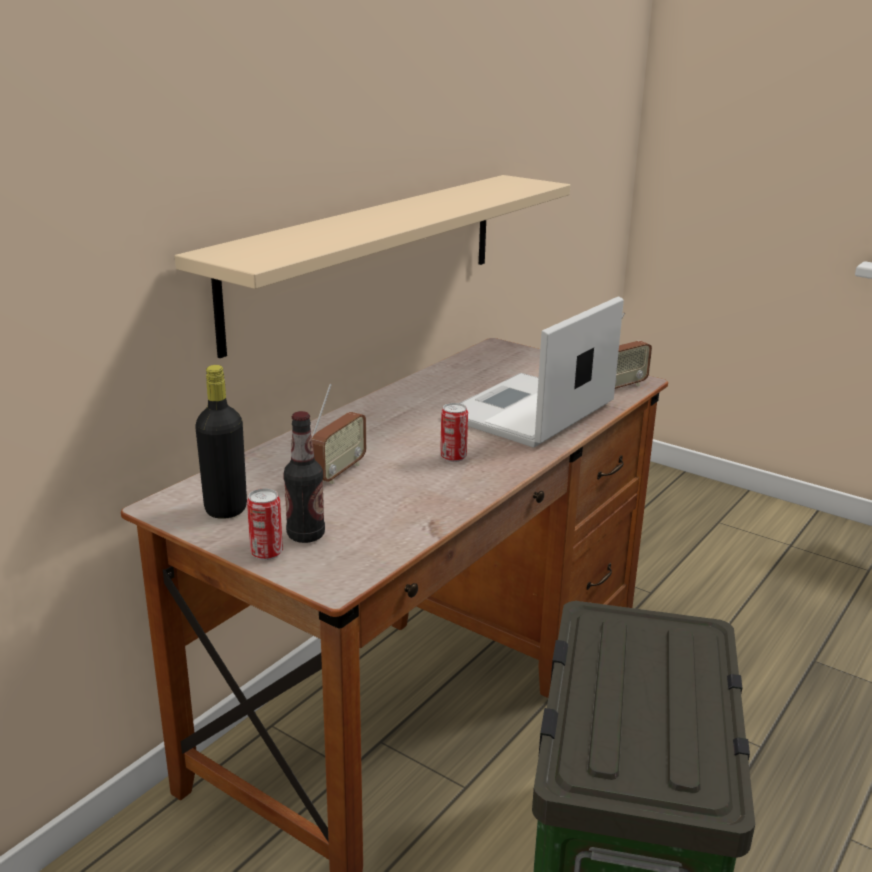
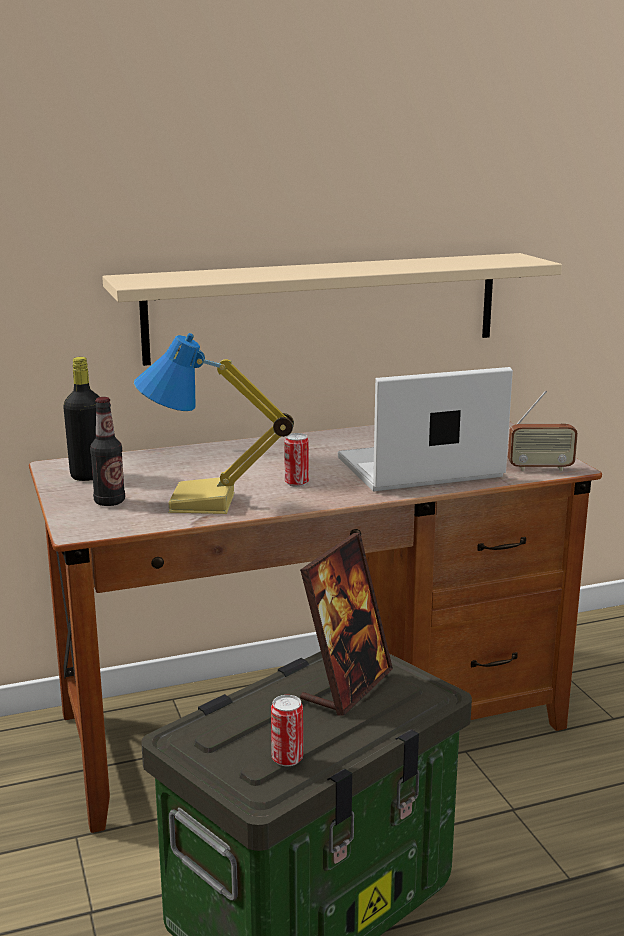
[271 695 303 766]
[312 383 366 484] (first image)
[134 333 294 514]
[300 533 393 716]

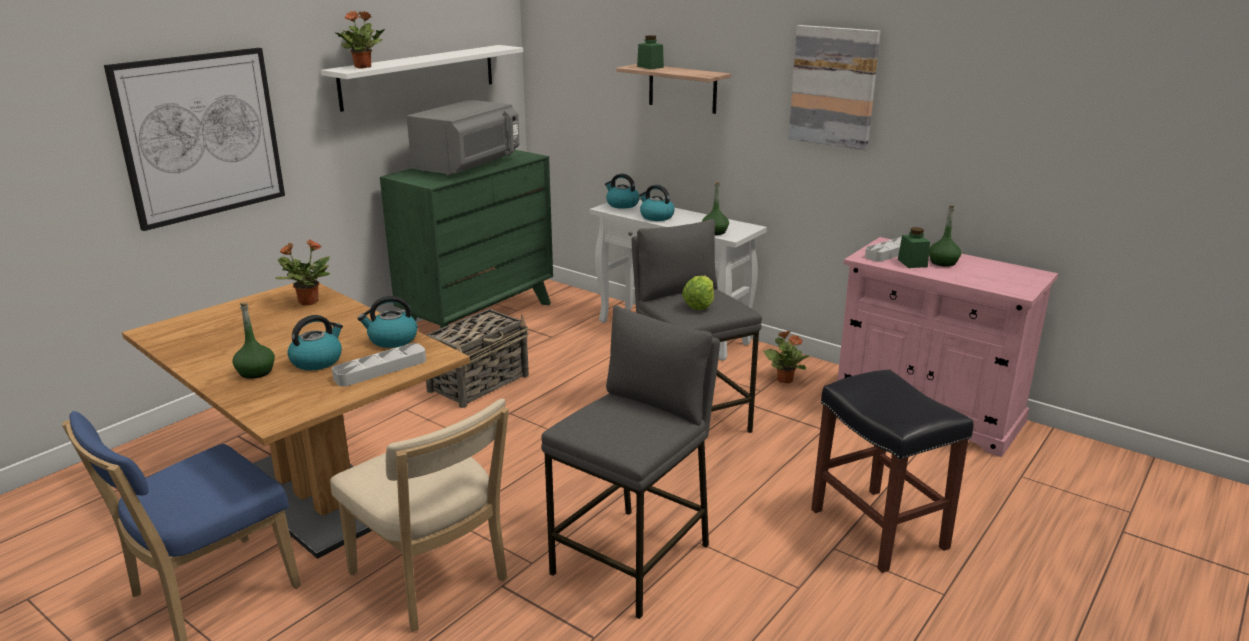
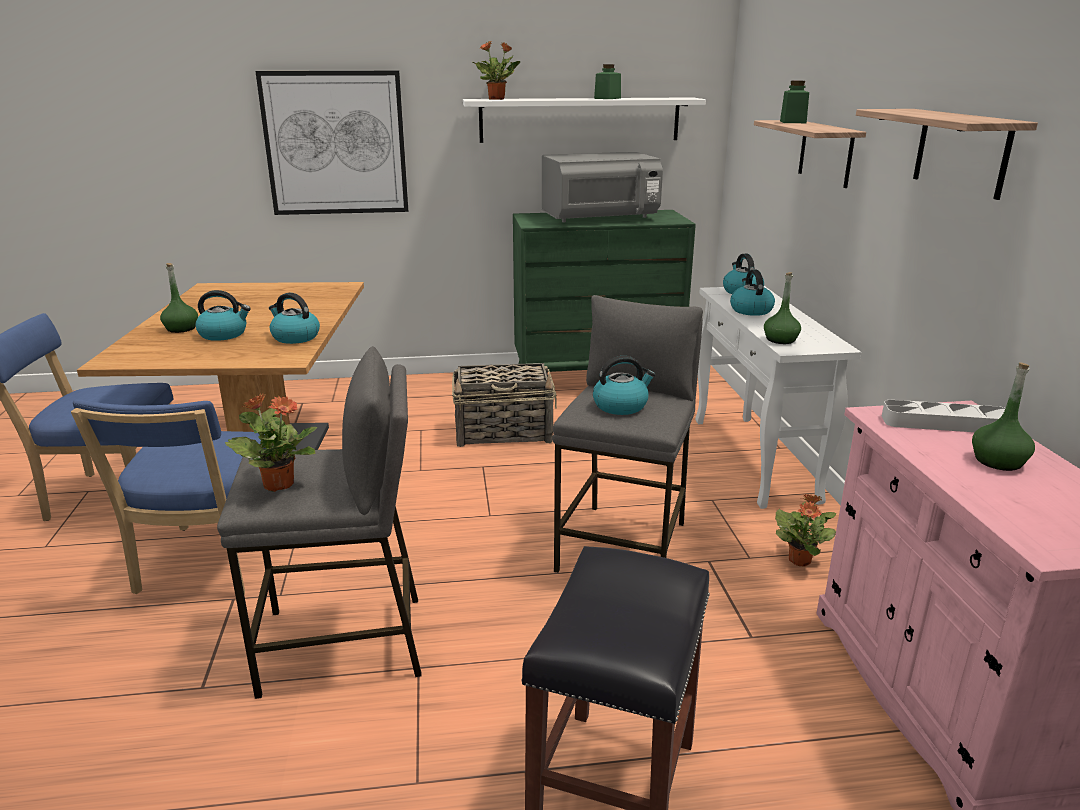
[225 393 317 492]
[71 399 266 595]
[332 343 426 387] (first image)
[593 356 655 415]
[856 109 1038 200]
[594 64 621 99]

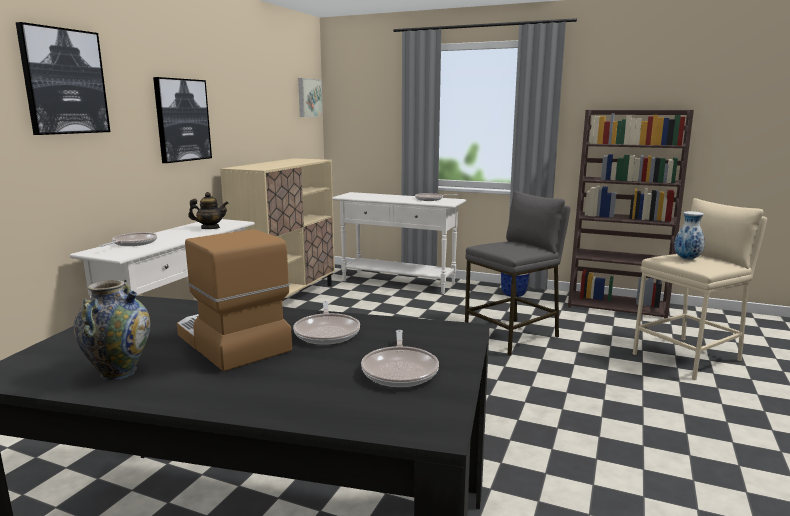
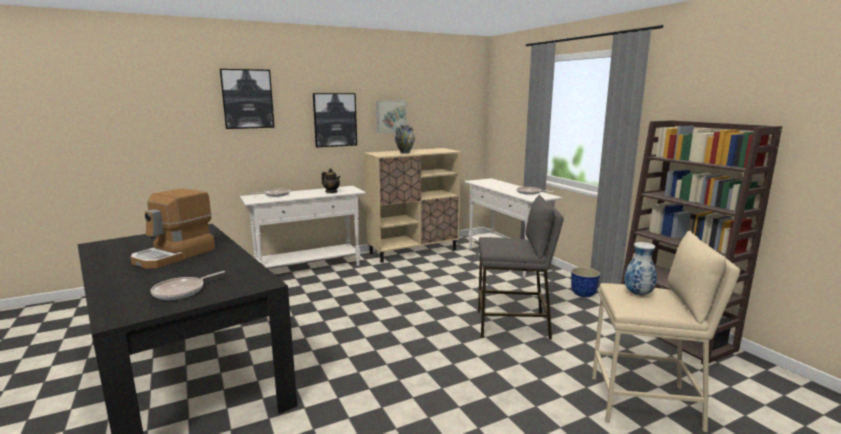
[395 125 415 154]
[131 188 215 269]
[293 301 360 345] (first image)
[376 101 407 133]

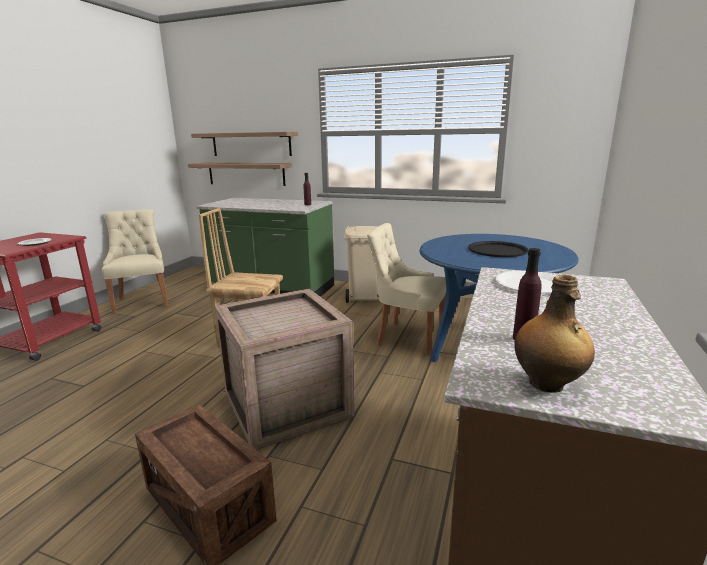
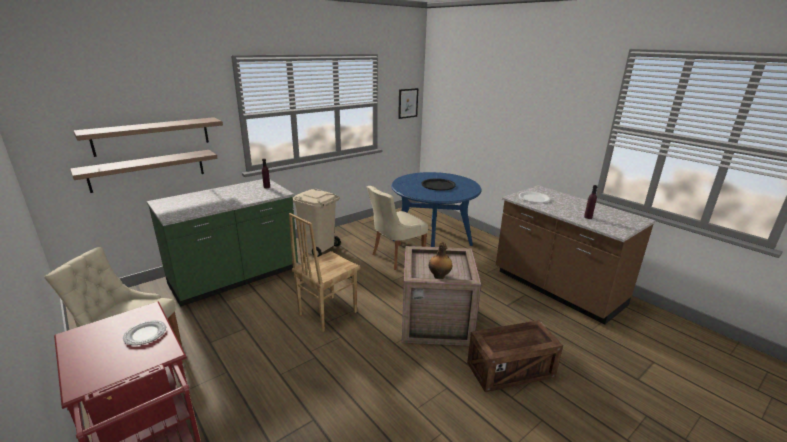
[429 242 452 279]
[398 88 418 119]

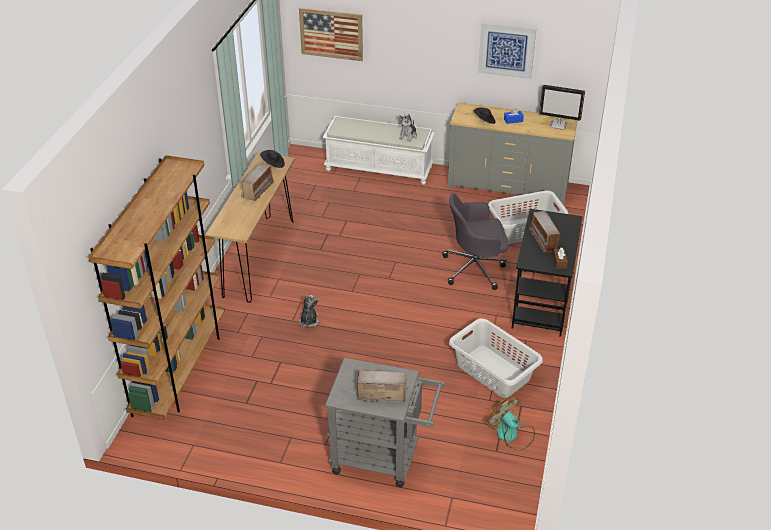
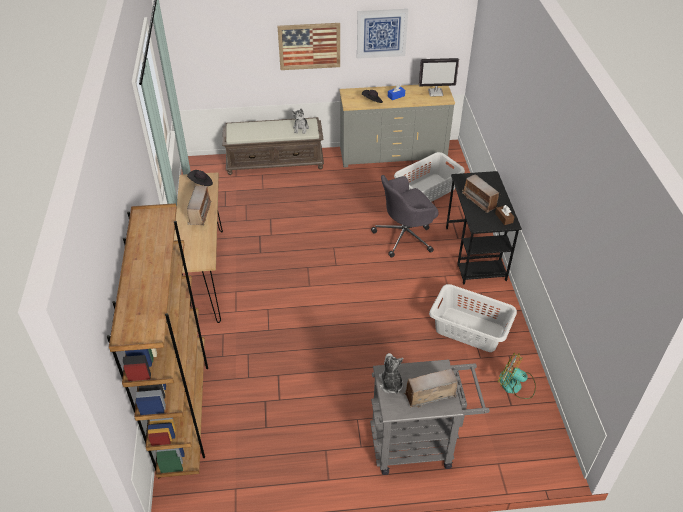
[278 23 340 70]
[379 353 403 394]
[222 117 324 175]

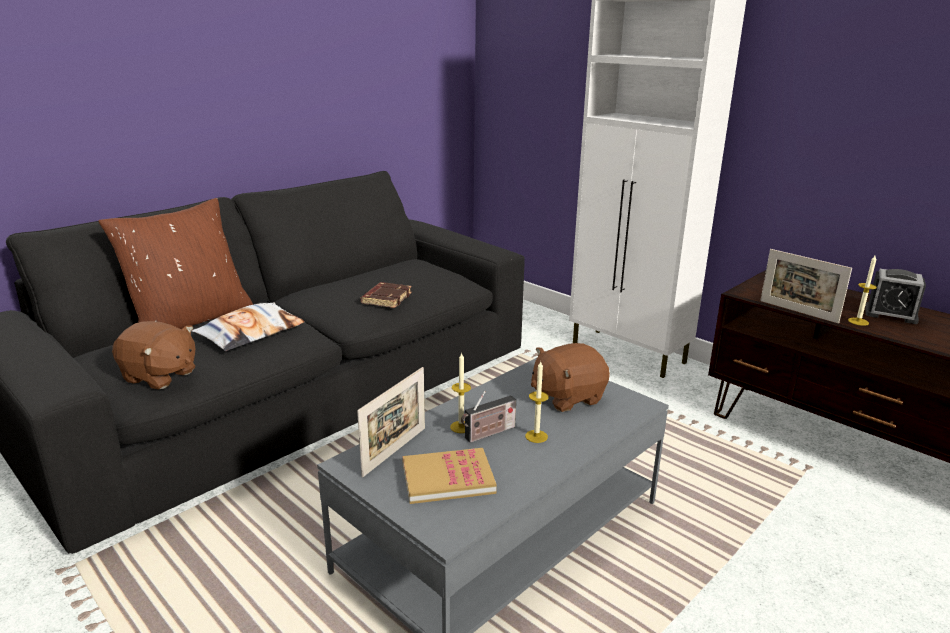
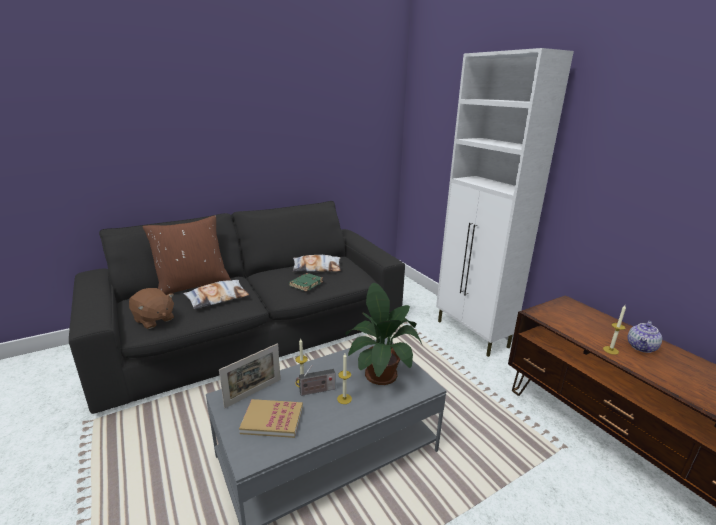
[289 273 323 292]
[346 283 422 385]
[760 249 852 323] (first image)
[627 321 662 353]
[293 255 341 272]

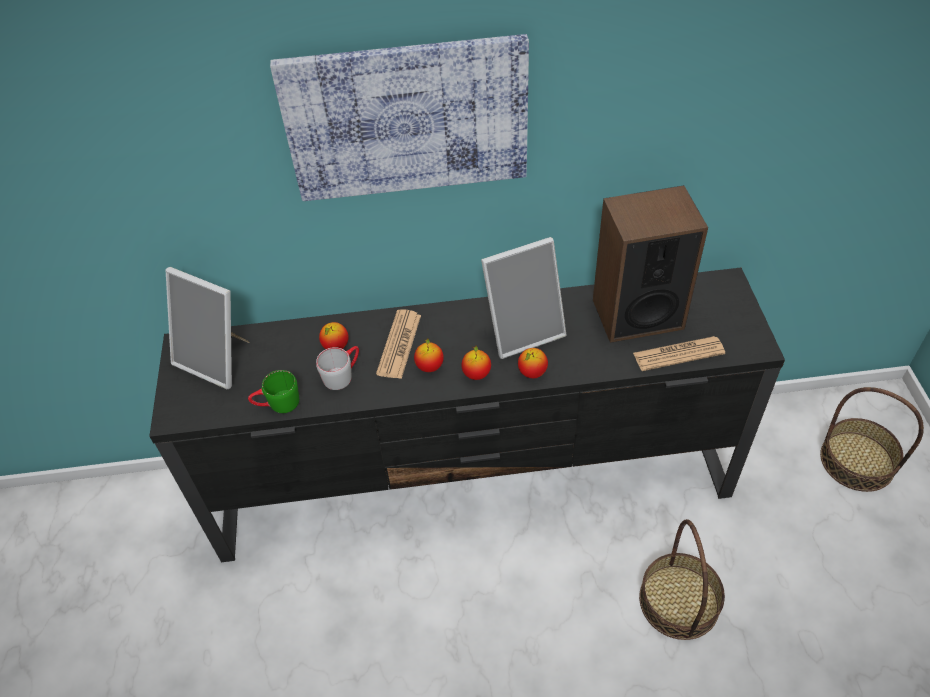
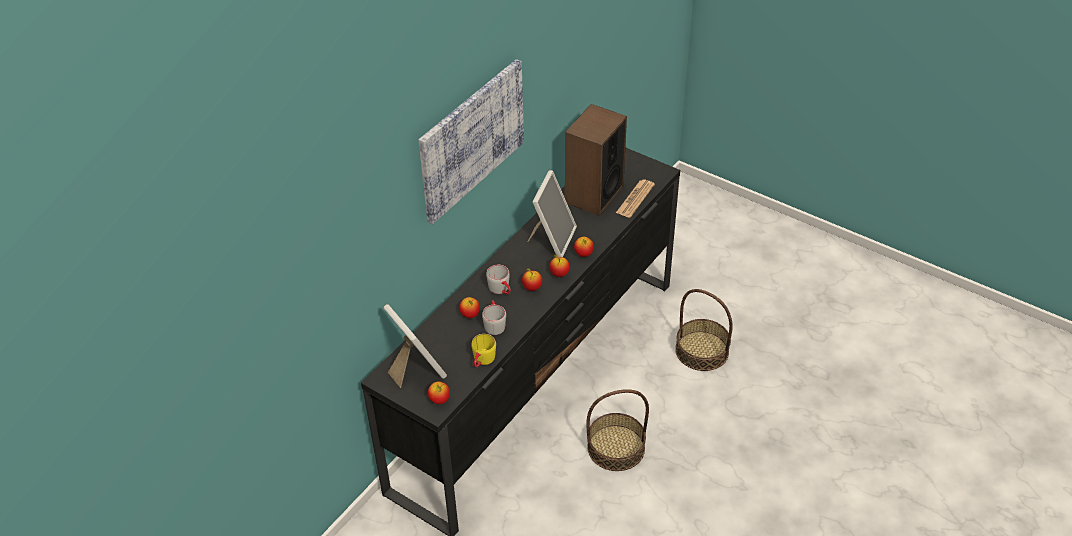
[384 304 447 388]
[471 334 496 367]
[486 265 511 294]
[586 389 649 471]
[428 381 450 404]

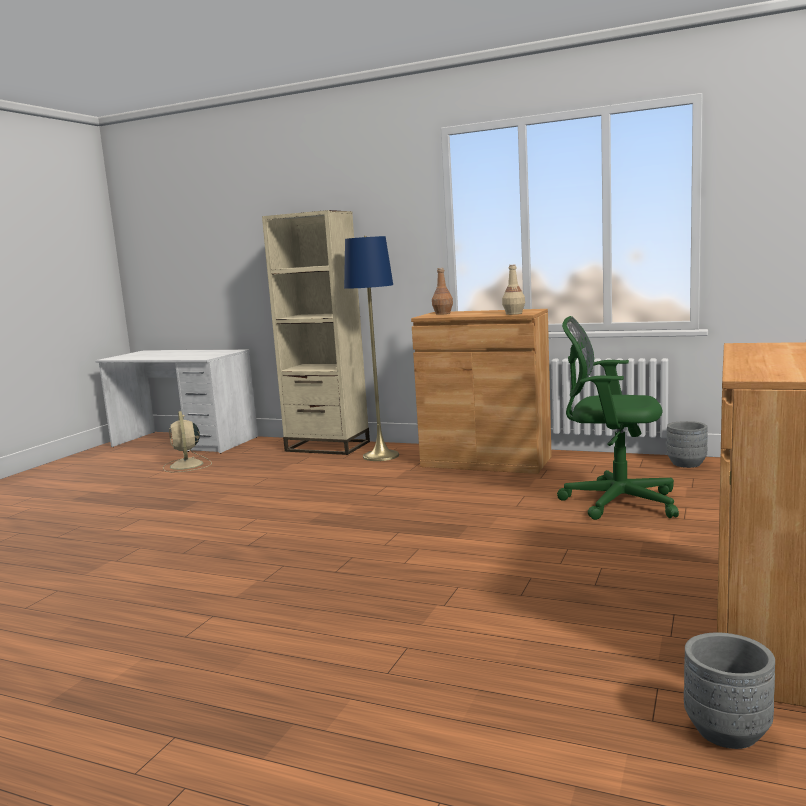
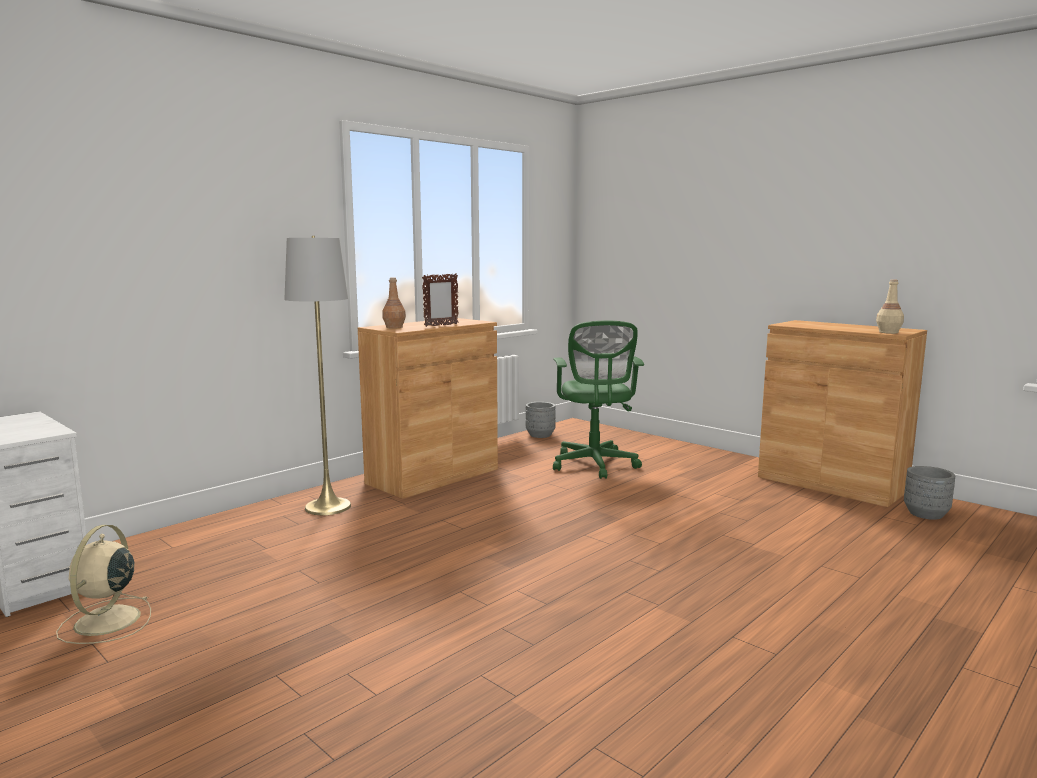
[56 525 151 644]
[262 210 370 455] (first image)
[284 236 351 515]
[876 280 904 334]
[553 320 644 479]
[422 273 458 327]

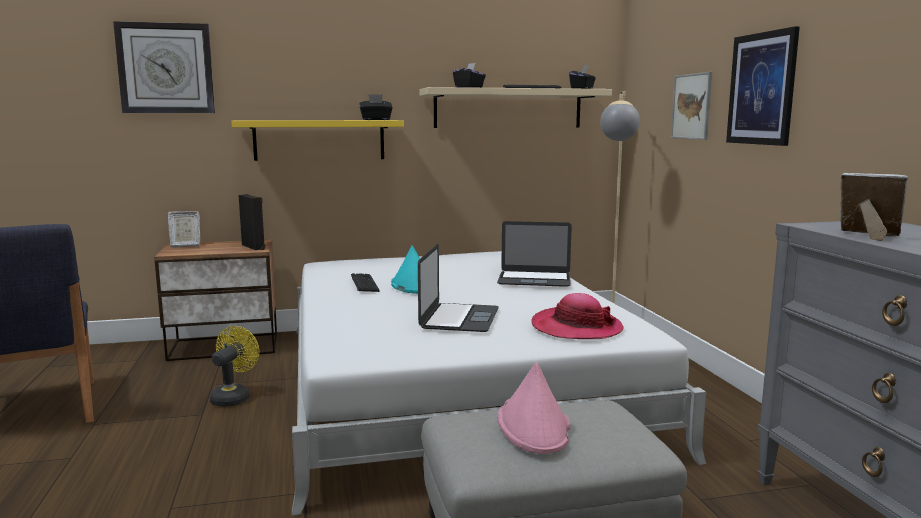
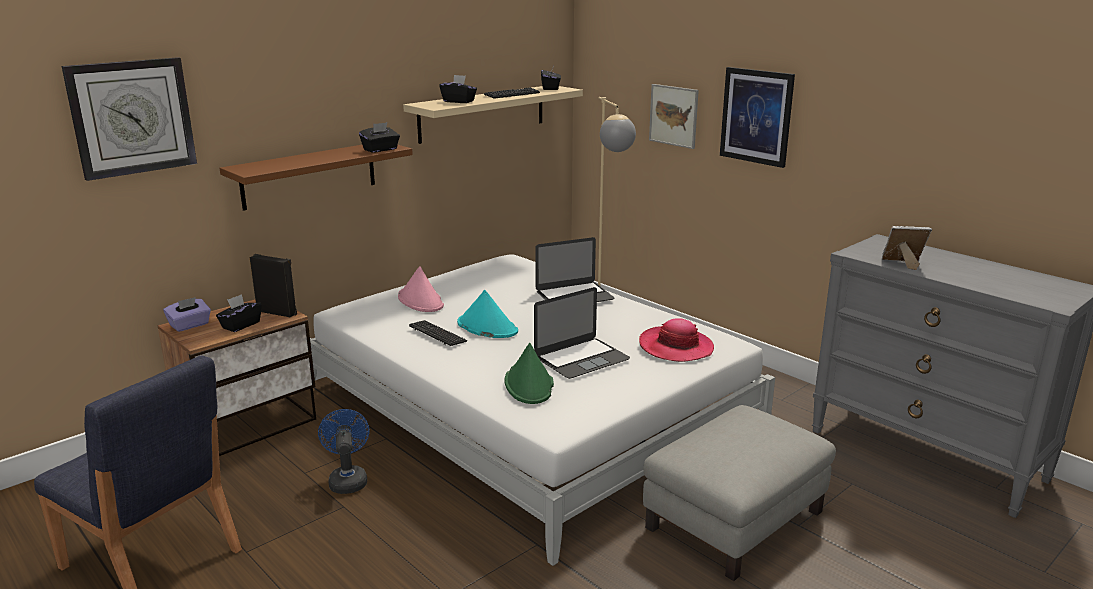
[163 297 211 332]
[318 409 369 494]
[219 145 413 211]
[534 287 630 379]
[398 266 444 312]
[216 294 262 332]
[504 343 554 404]

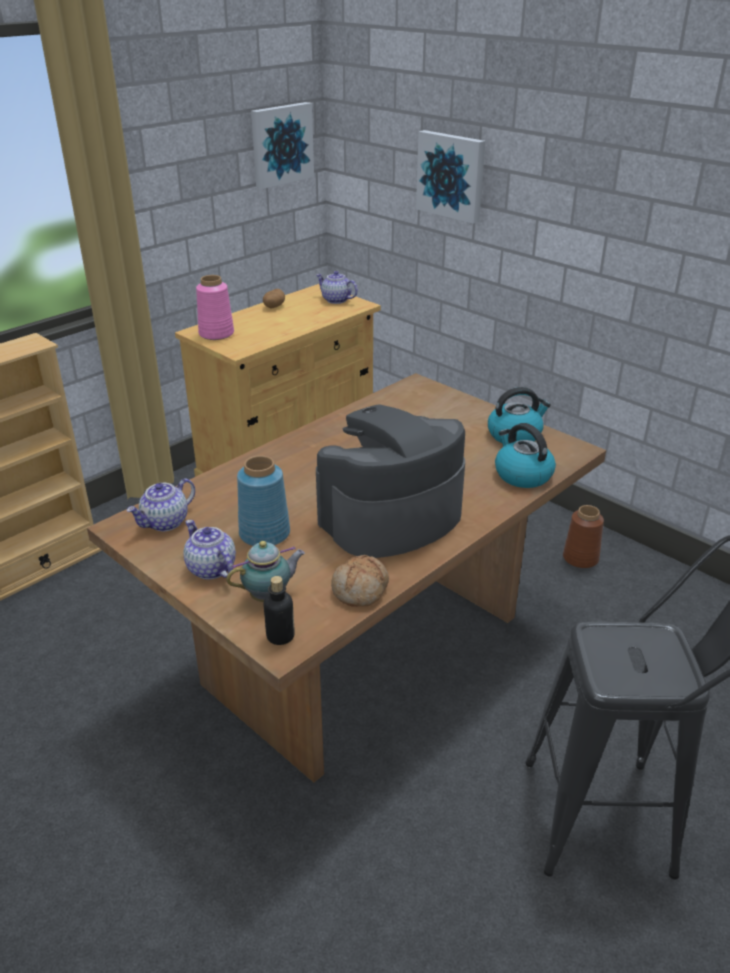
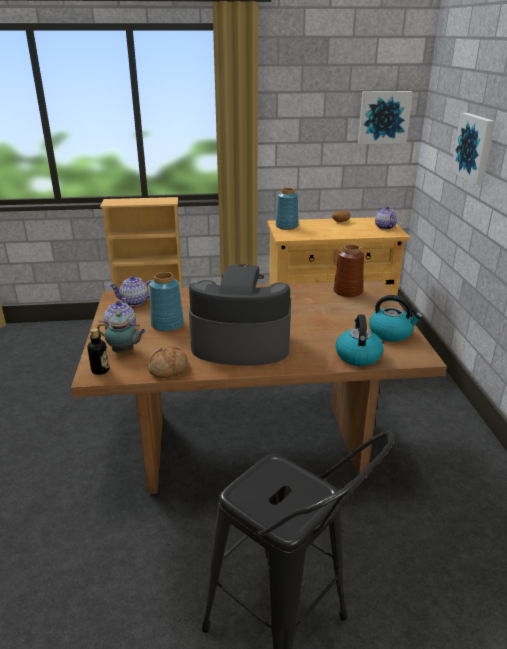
[276 188 299 230]
[333 244 364 297]

